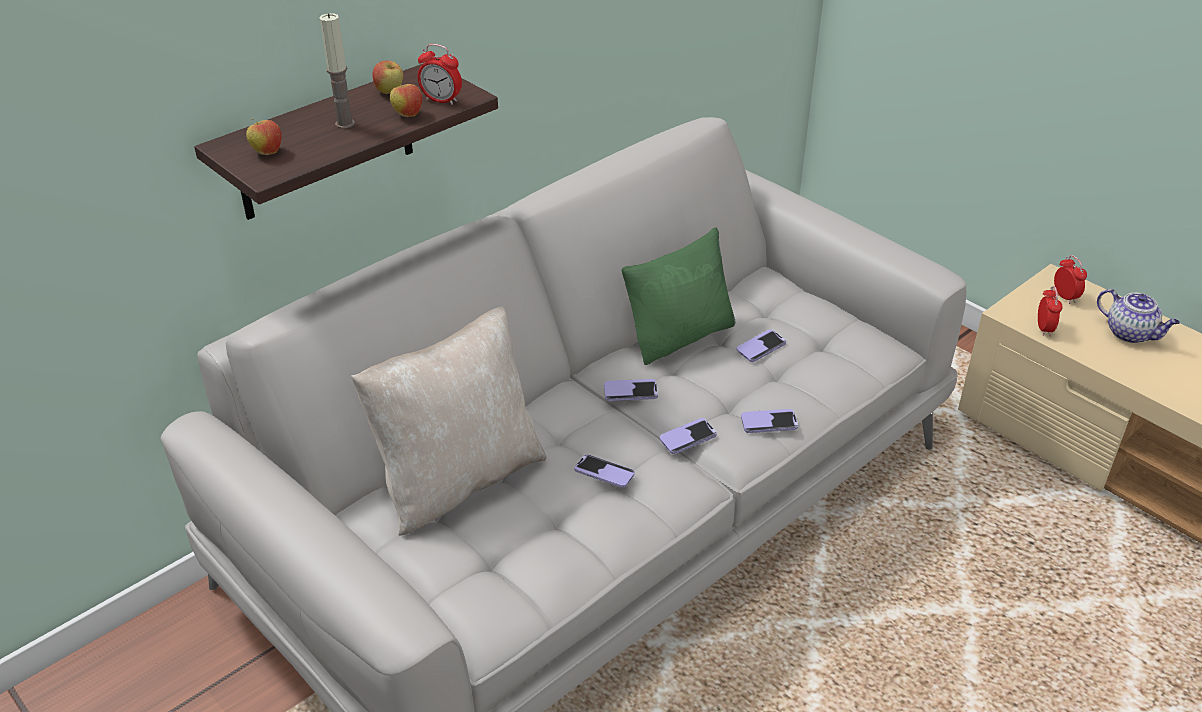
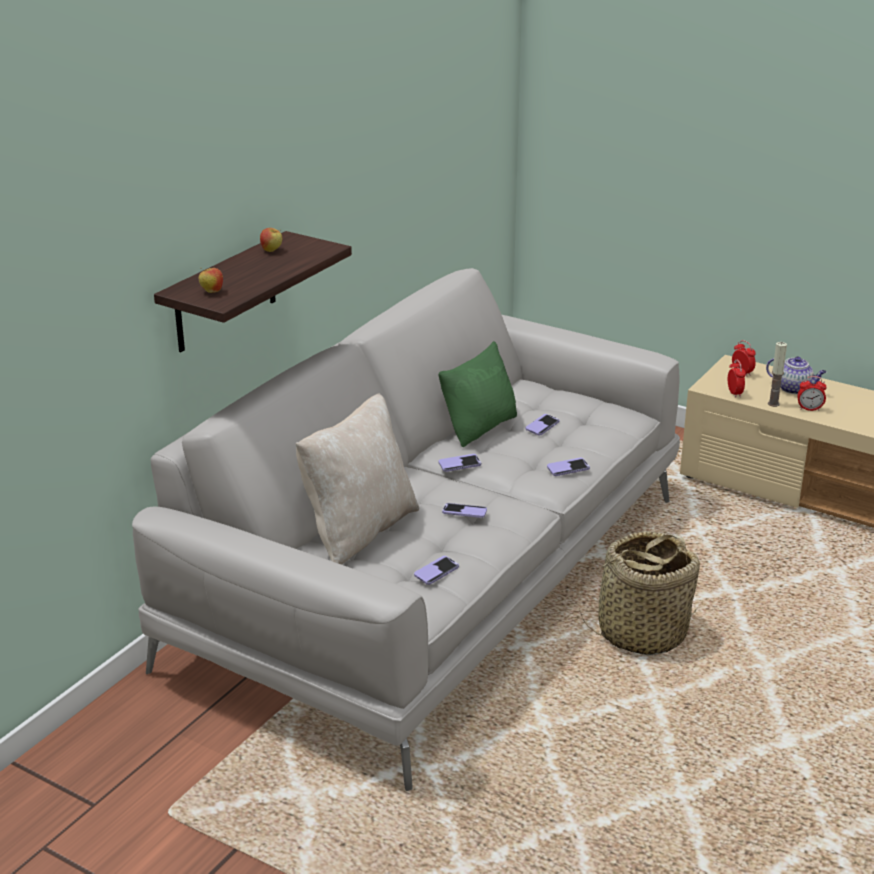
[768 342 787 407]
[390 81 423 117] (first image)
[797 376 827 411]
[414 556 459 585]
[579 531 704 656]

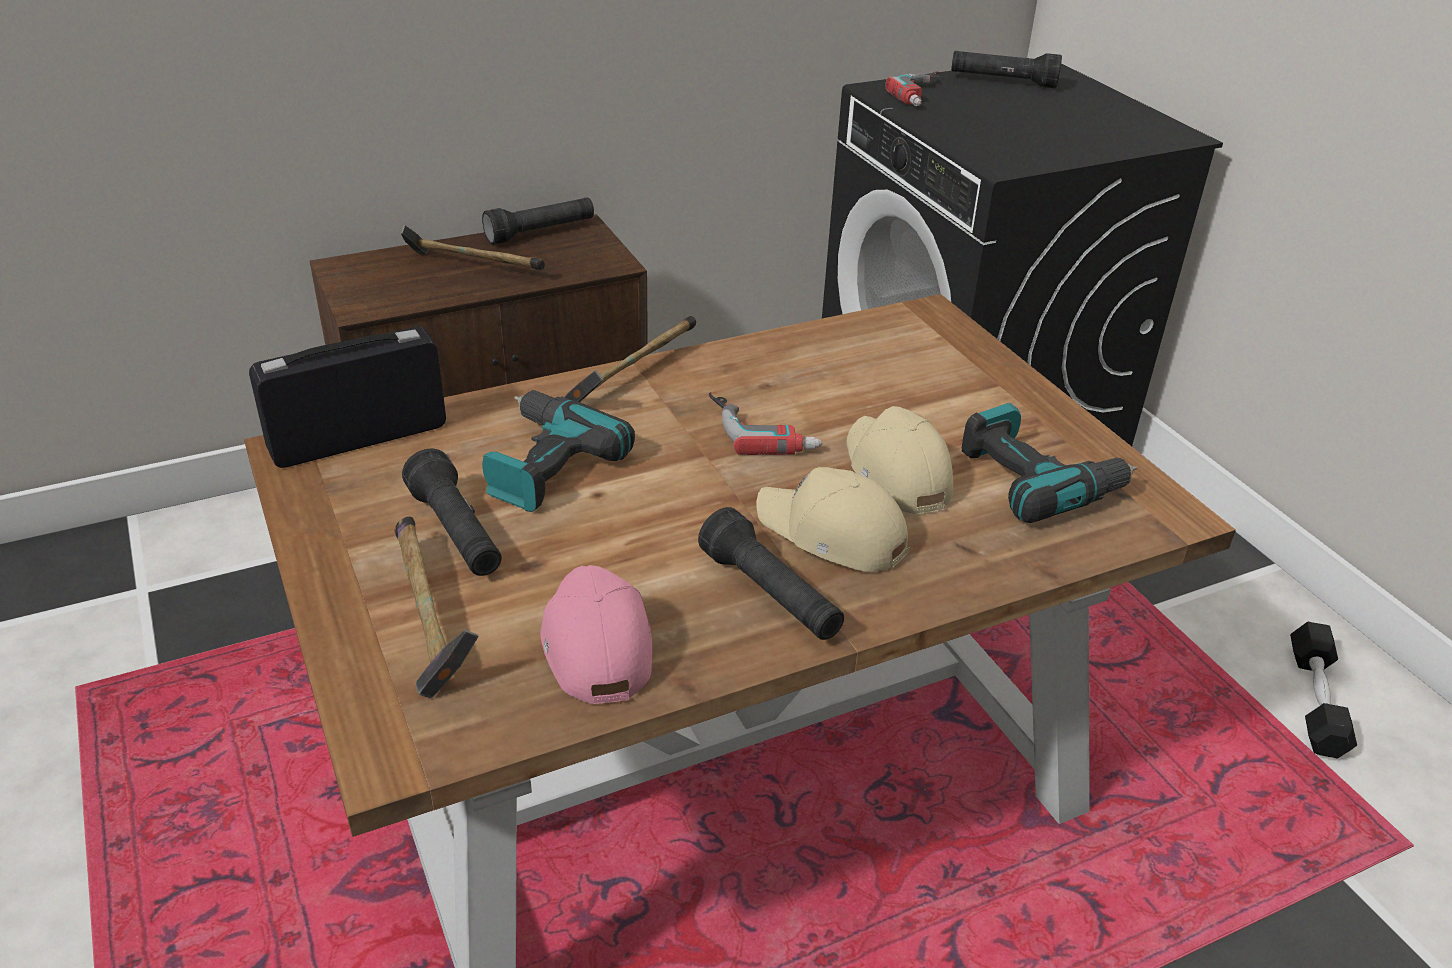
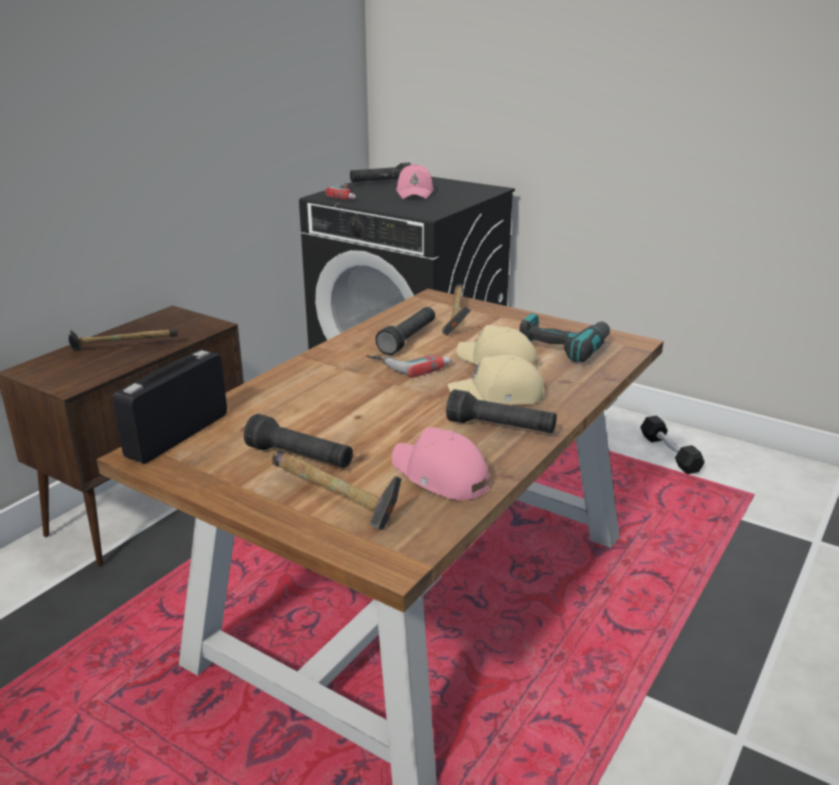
[375 307 435 355]
[482 390 635 512] (first image)
[442 284 471 336]
[396 164 434 199]

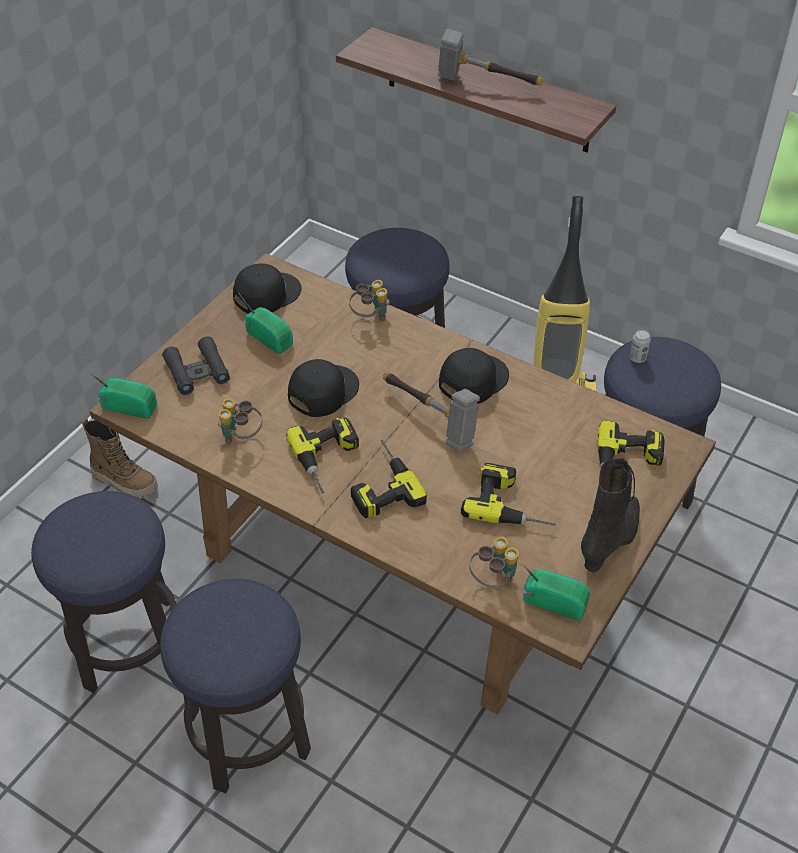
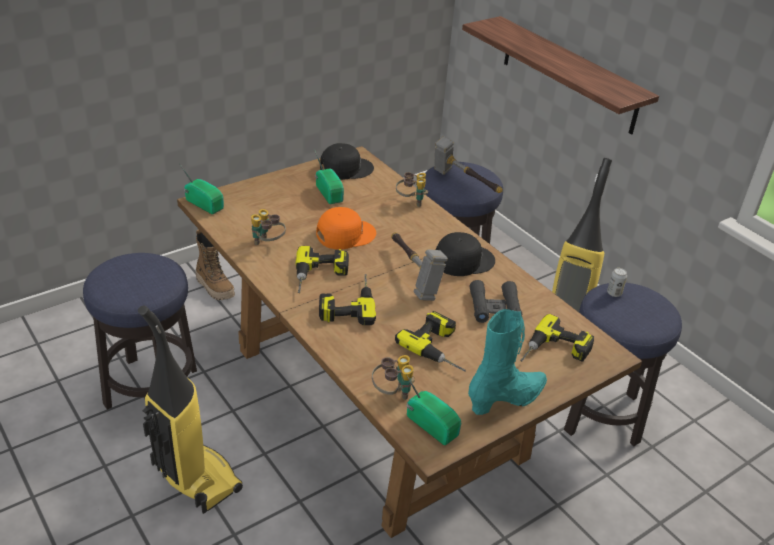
[138 306 243 514]
[469 280 522 323]
[316 207 376 249]
[434 136 502 193]
[468 309 547 415]

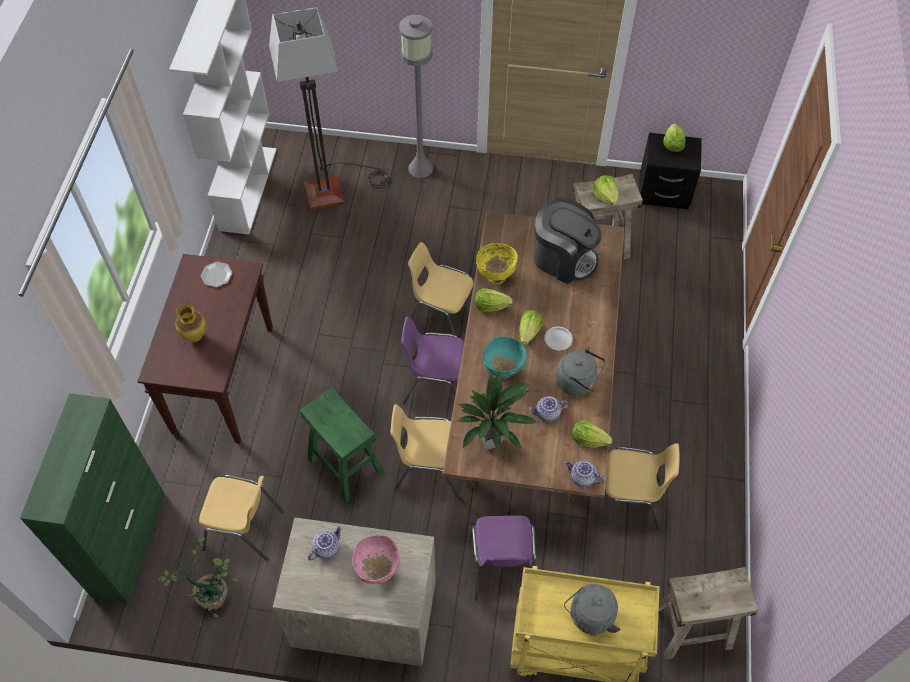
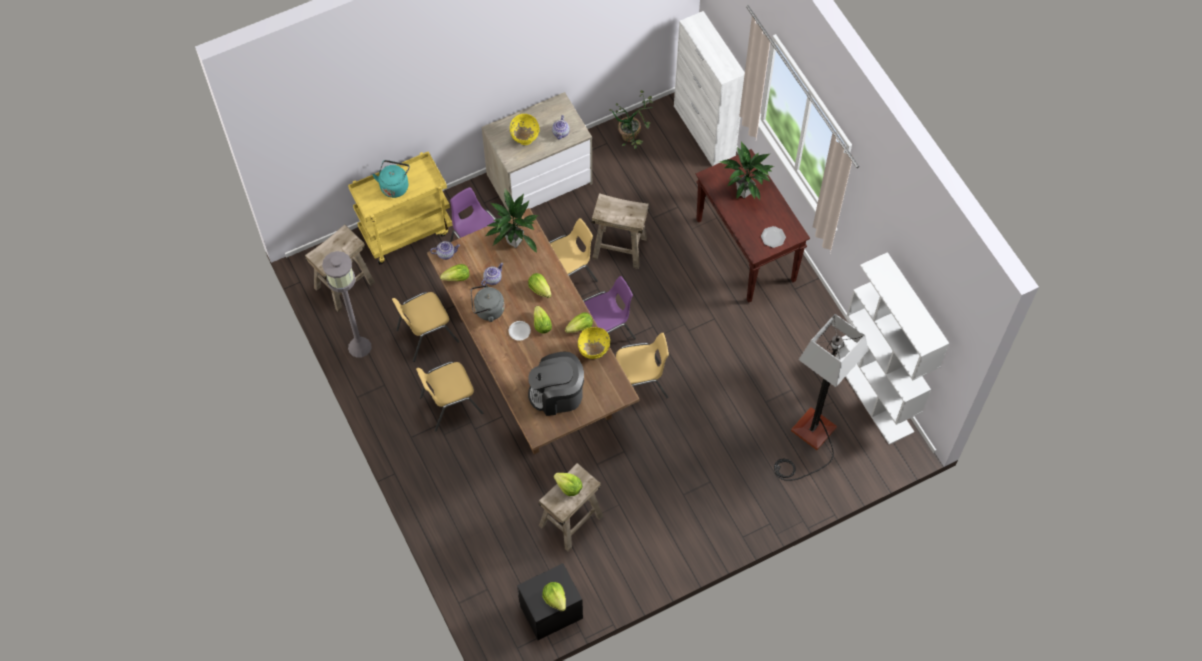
[674 11 745 166]
[720 142 774 200]
[416 361 483 432]
[592 193 649 269]
[510 114 540 145]
[322 251 372 358]
[528 273 552 298]
[372 160 410 198]

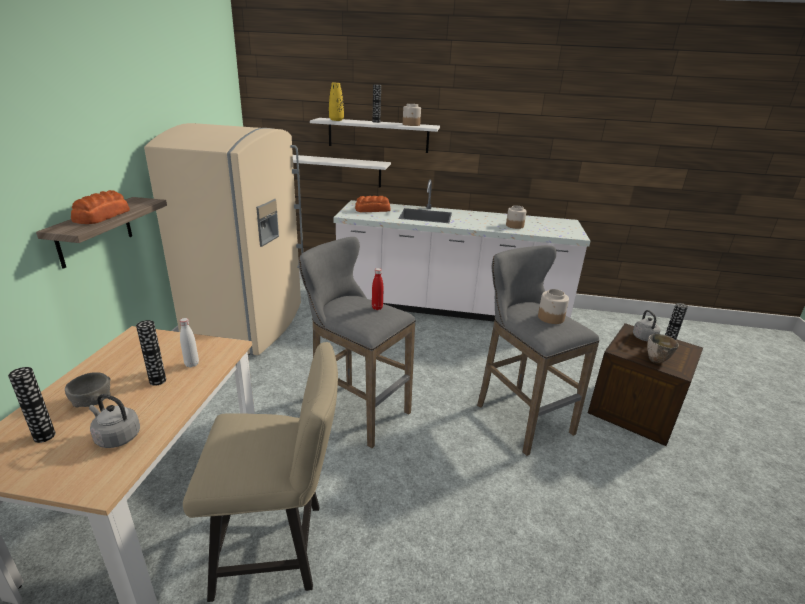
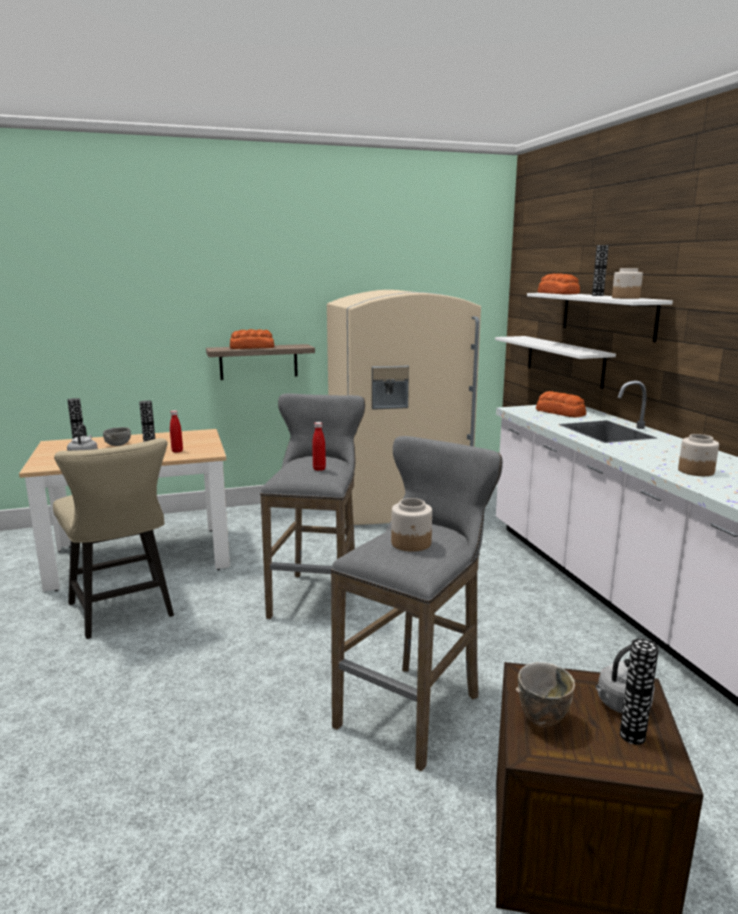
[170 410 183 453]
[537 273 580 294]

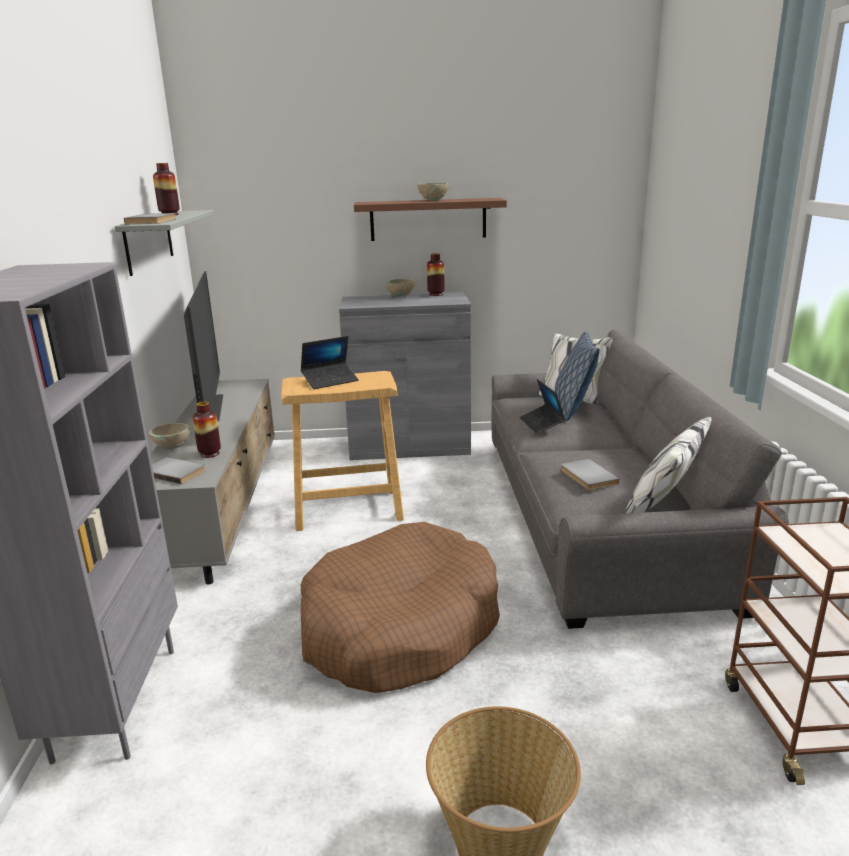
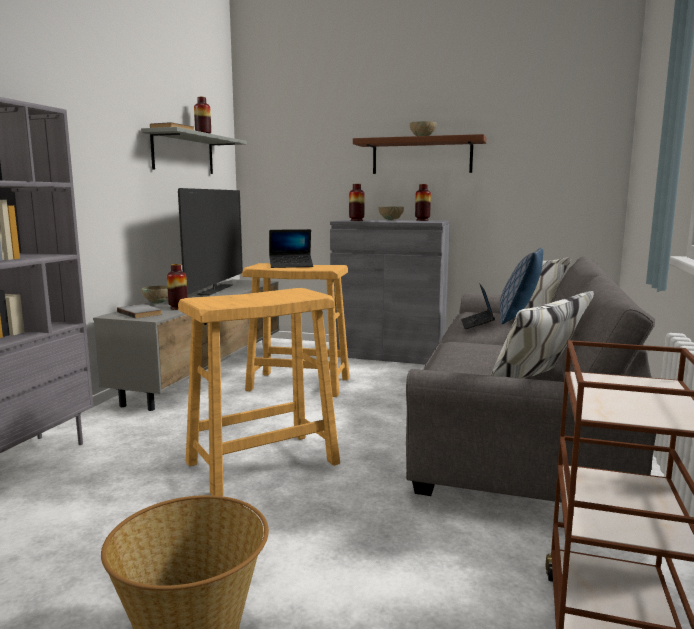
[178 288 340 496]
[561 459 619 491] (first image)
[349 184 365 221]

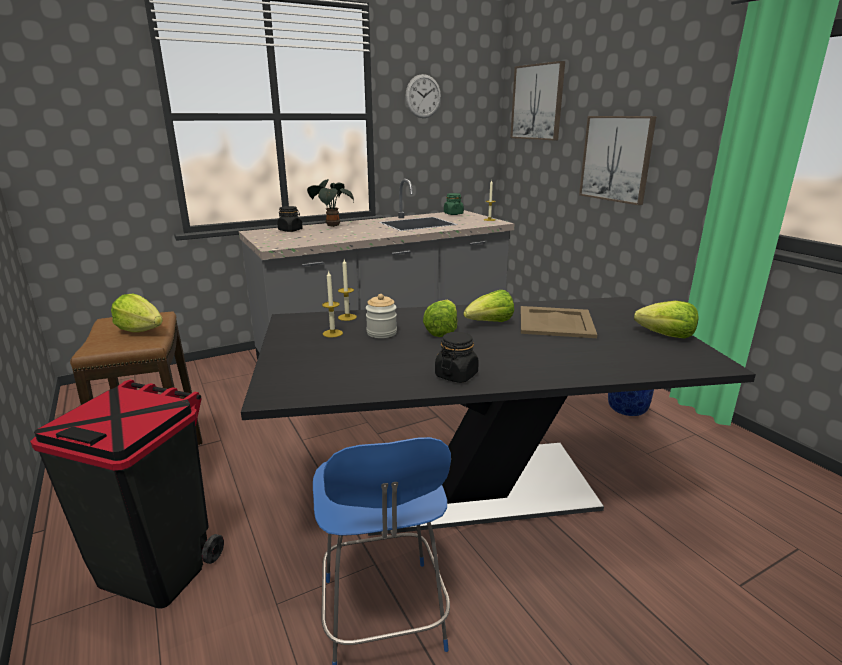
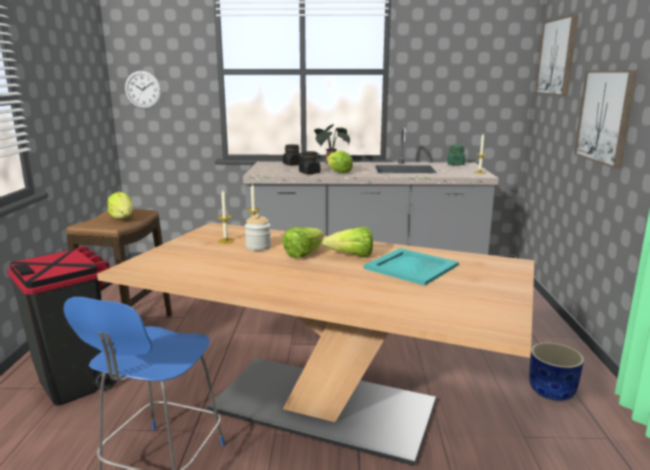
[97 222 534 466]
[125 71 162 109]
[298 151 321 174]
[363 248 459 286]
[326 150 353 173]

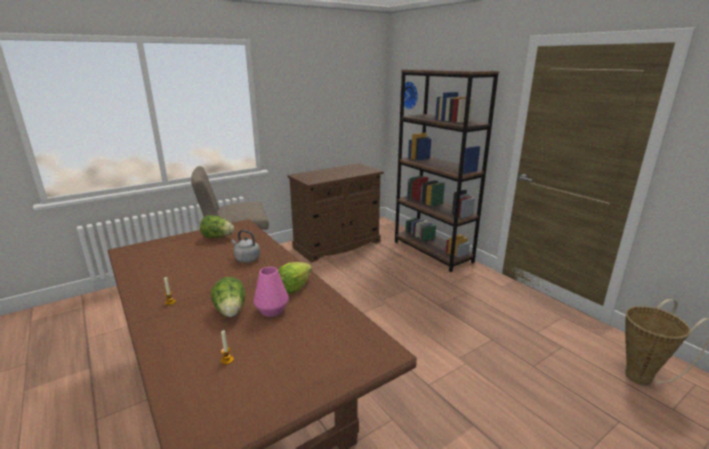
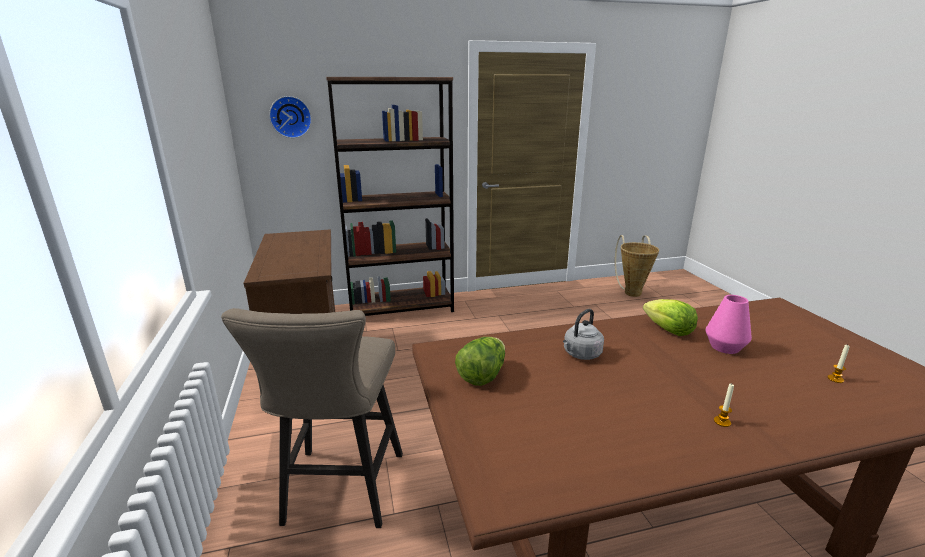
[211 277 245 317] (first image)

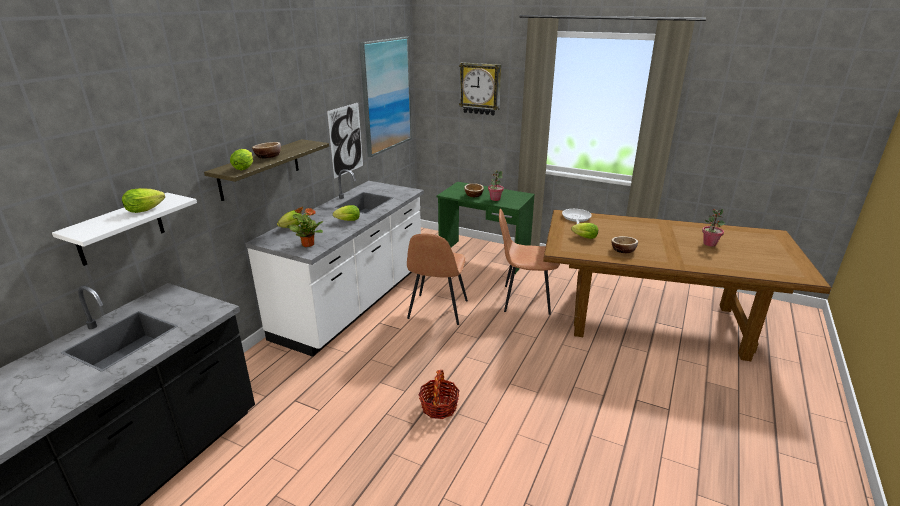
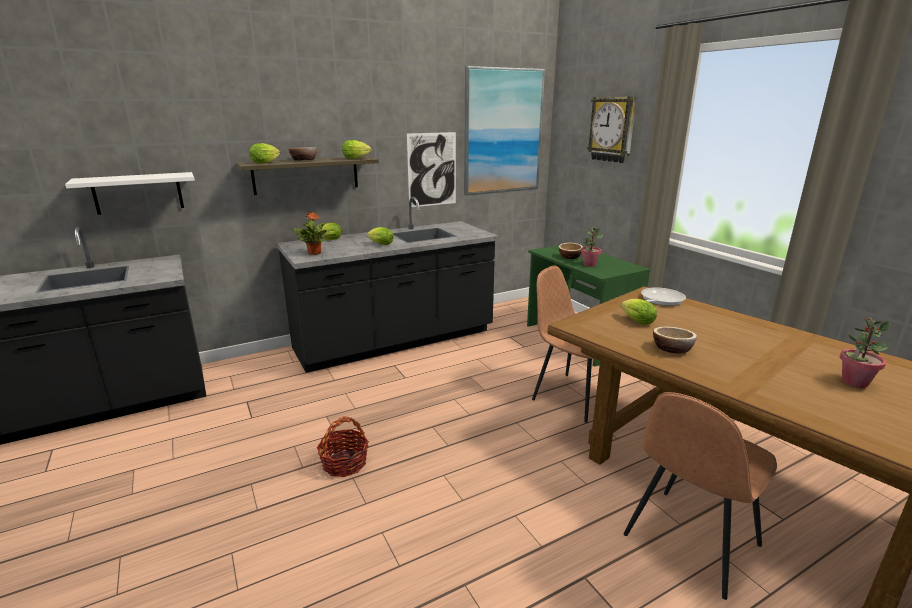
[342 140 372 159]
[277 197 499 373]
[624 392 777 600]

